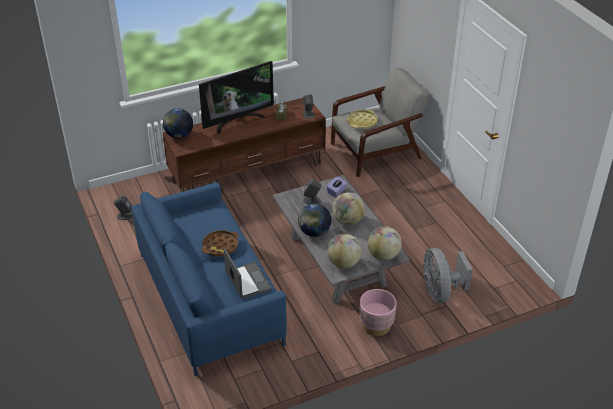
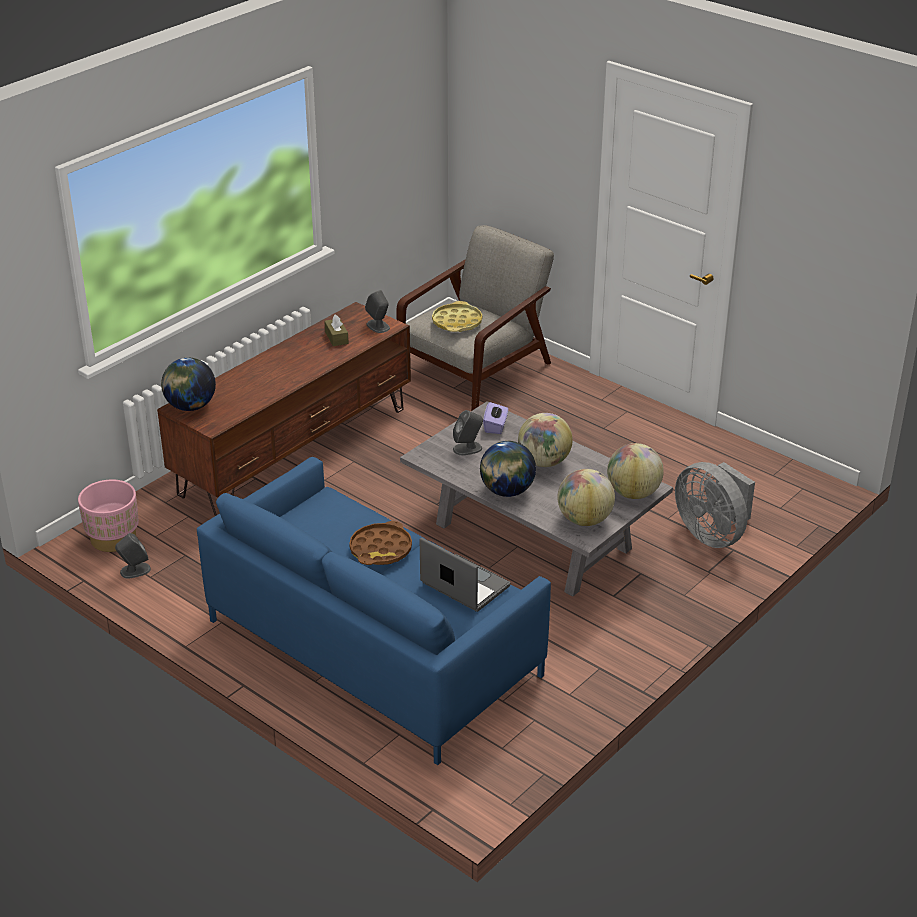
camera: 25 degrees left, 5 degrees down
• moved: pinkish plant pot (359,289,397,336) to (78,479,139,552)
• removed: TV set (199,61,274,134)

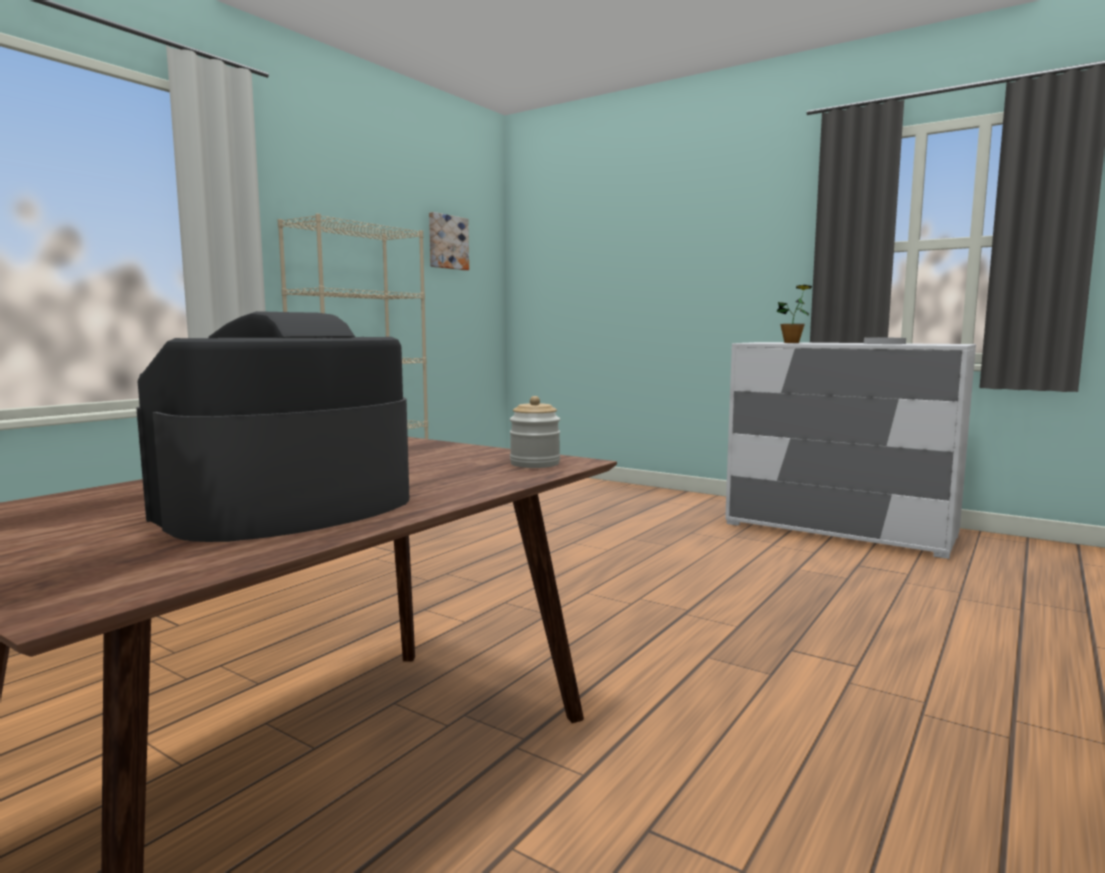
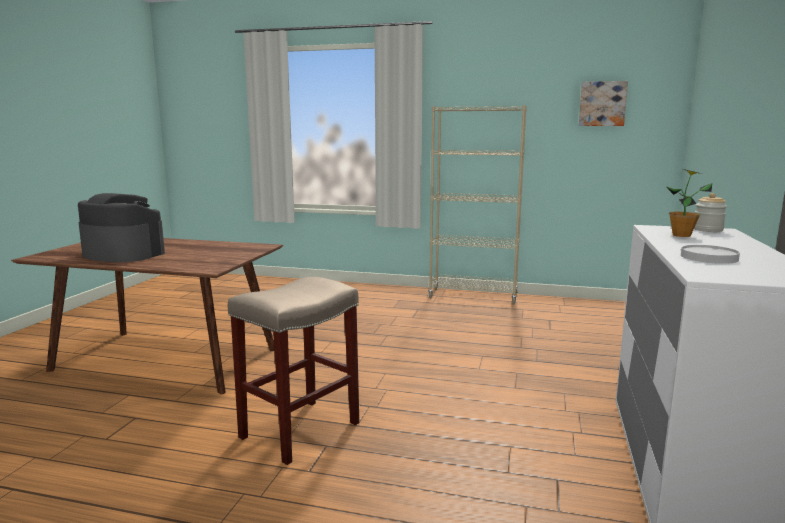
camera: 70 degrees right, 5 degrees up
• added: beige sitting stool (228,277,359,465)
• moved: preserve jar (510,396,560,468) to (694,193,727,232)

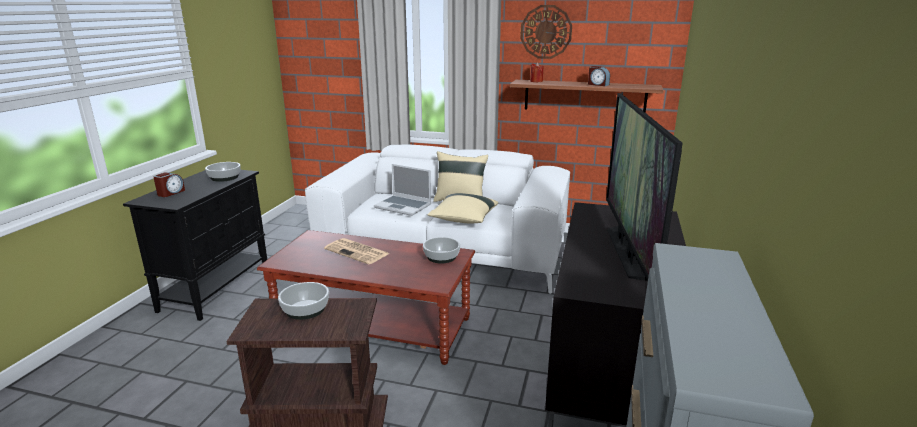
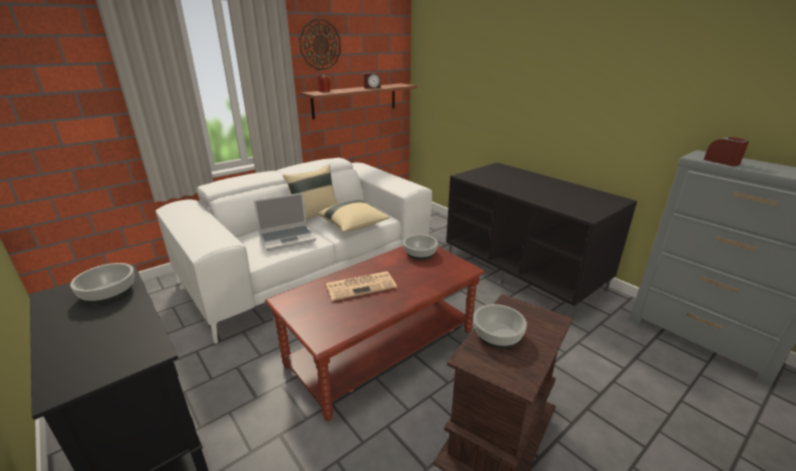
camera: 55 degrees left, 5 degrees up
• moved: table clock (153,172,185,197) to (704,137,749,166)
• removed: TV set (606,93,683,281)

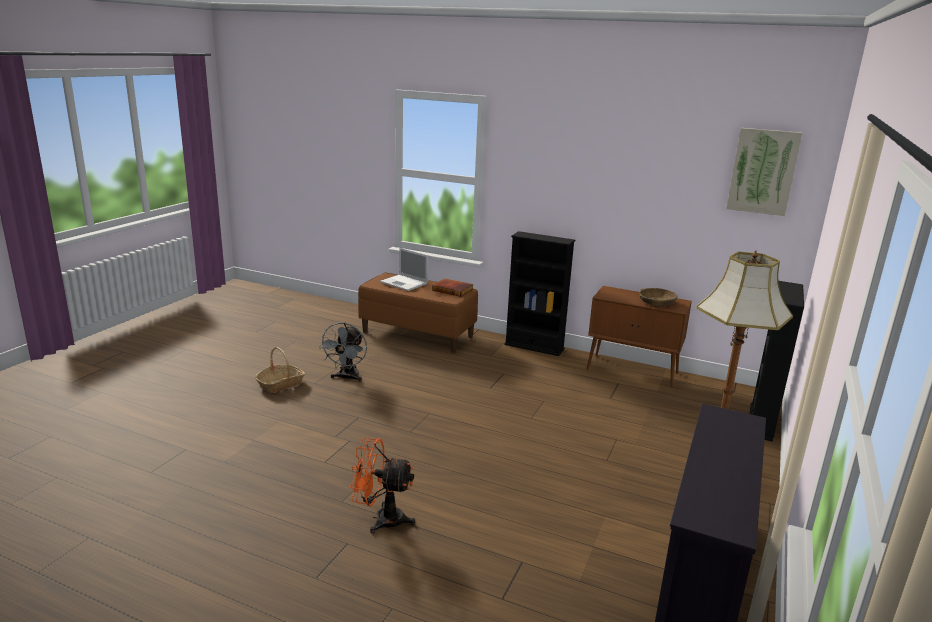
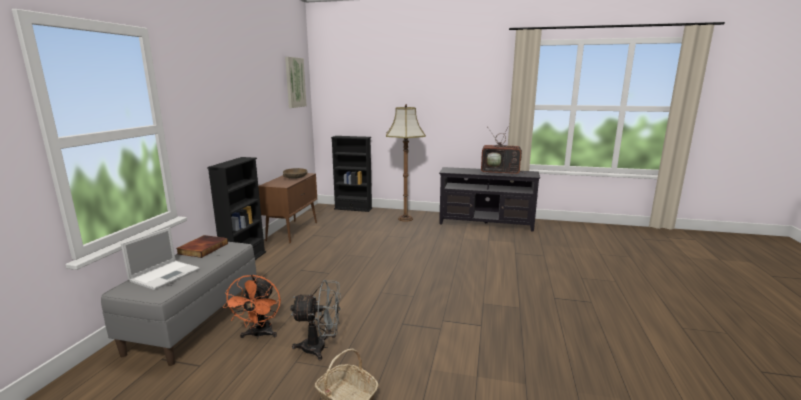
camera: 100 degrees left, 5 degrees down
• recoloured: brown-coloured bench (358,273,478,353) to grey bench (101,242,257,366)
• moved: orangey fan (350,438,415,534) to (223,274,281,339)
• added: TV set (481,123,527,175)

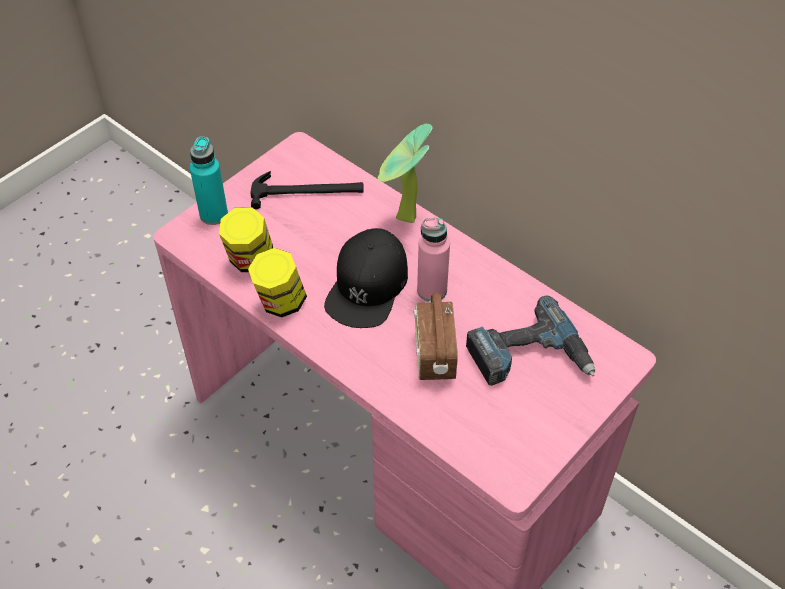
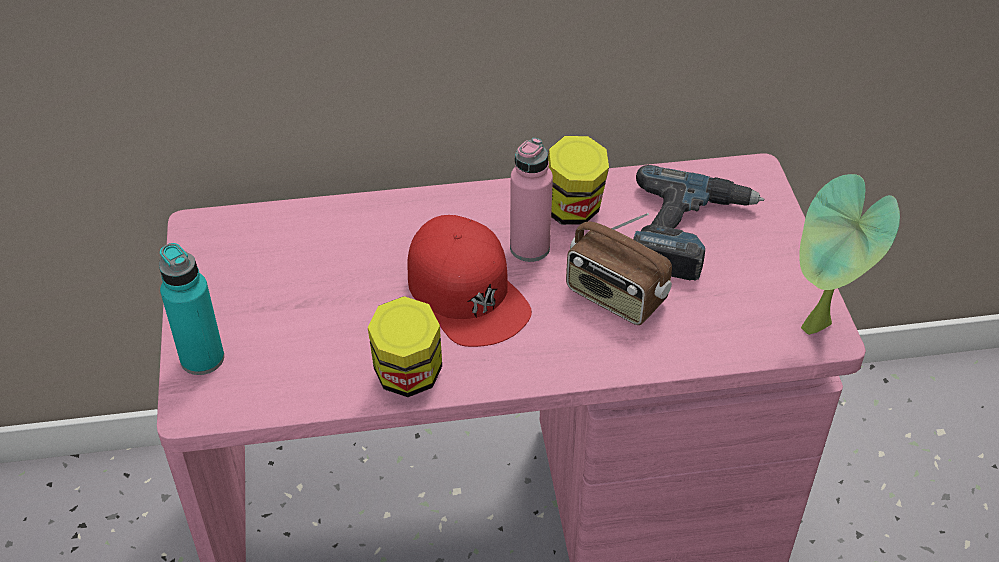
camera: 50 degrees left, 5 degrees down
• recoloured: blackish peaked cap (324,228,408,328) to reddish peaked cap (408,215,532,347)
• moved: preserve jar (219,207,273,272) to (548,136,609,225)
• moved: houseplant (378,124,433,223) to (799,174,900,335)
• removed: hammer (251,171,364,209)

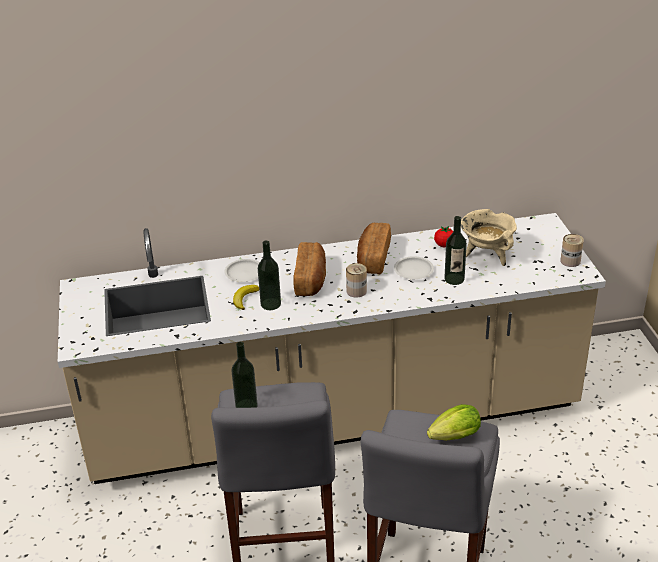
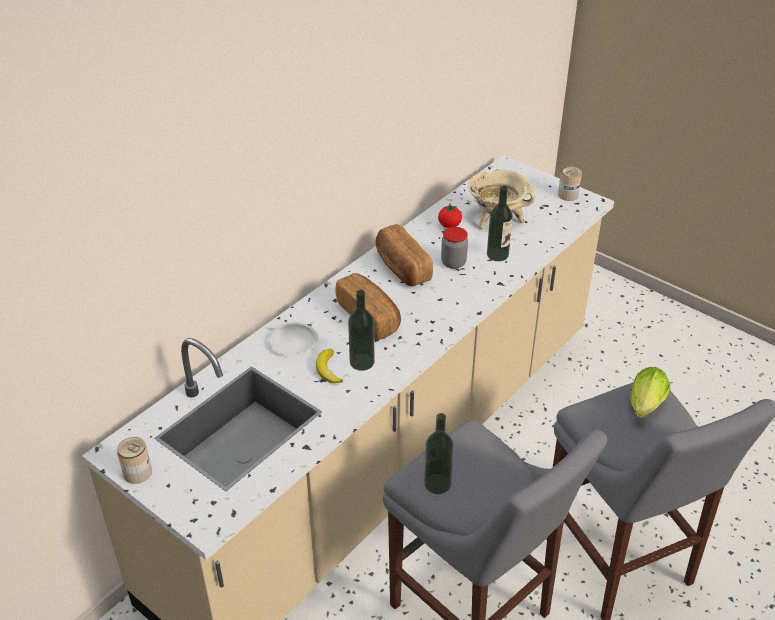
camera: 40 degrees left, 5 degrees up
• moved: can (346,263,367,298) to (117,437,152,484)
• replaced: whitish plate (394,256,434,279) to preserve jar (441,227,468,269)

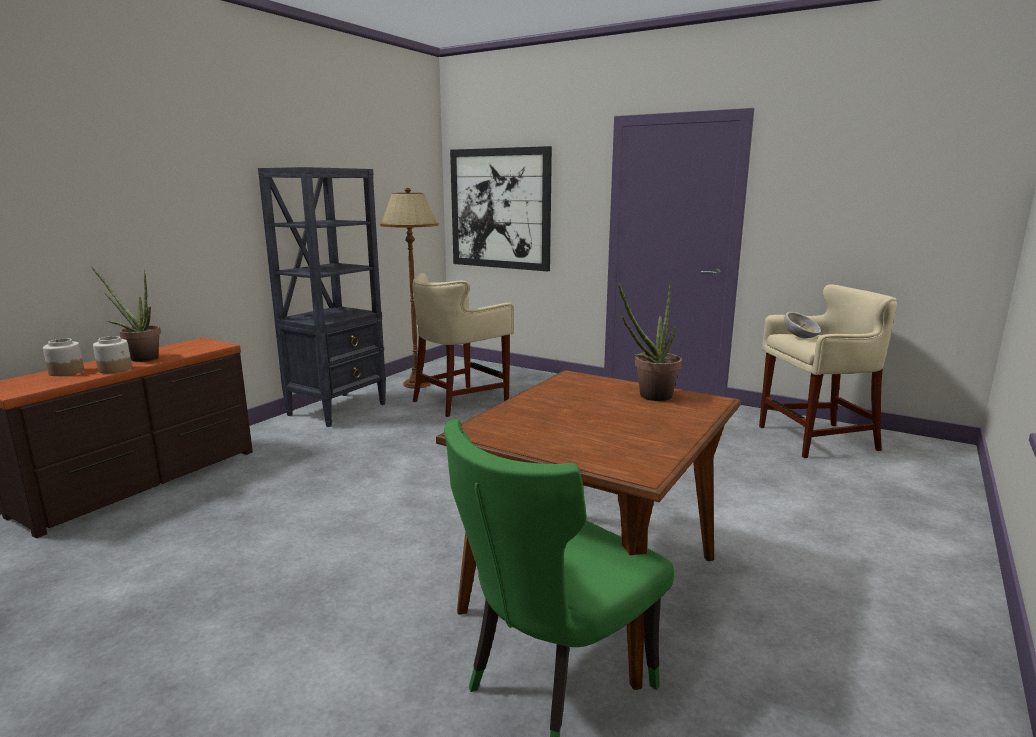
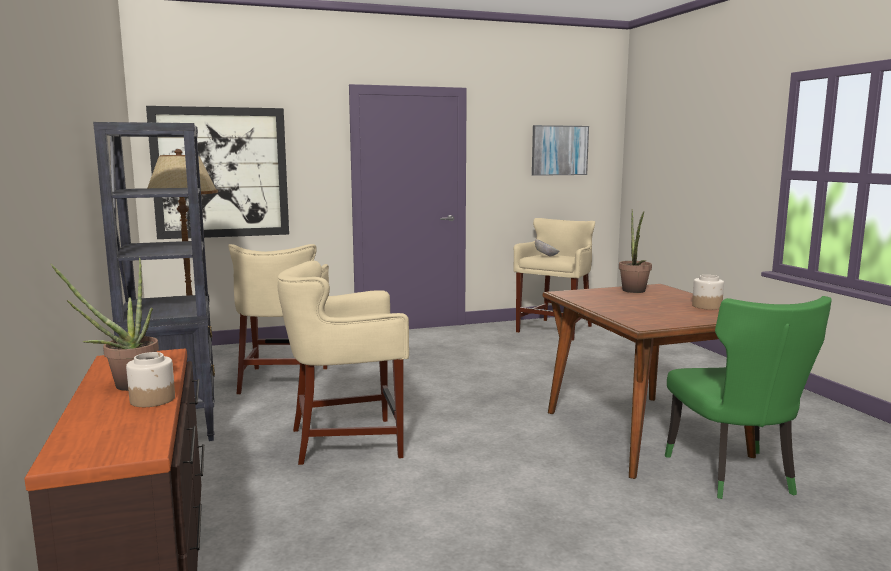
camera: 50 degrees left, 5 degrees down
• added: beige sitting stool (278,260,409,465)
• added: wall picture (532,125,589,176)
• moved: preserve jar (43,338,84,376) to (692,275,724,310)

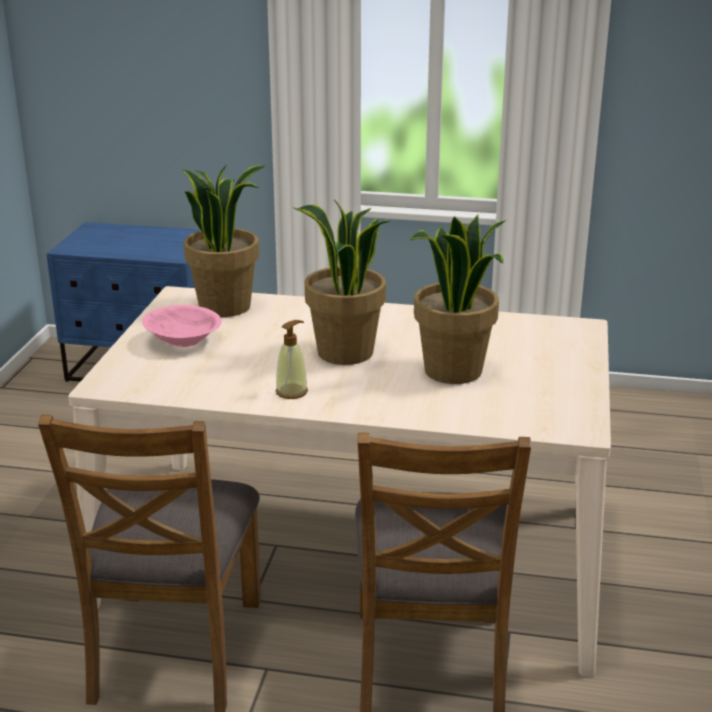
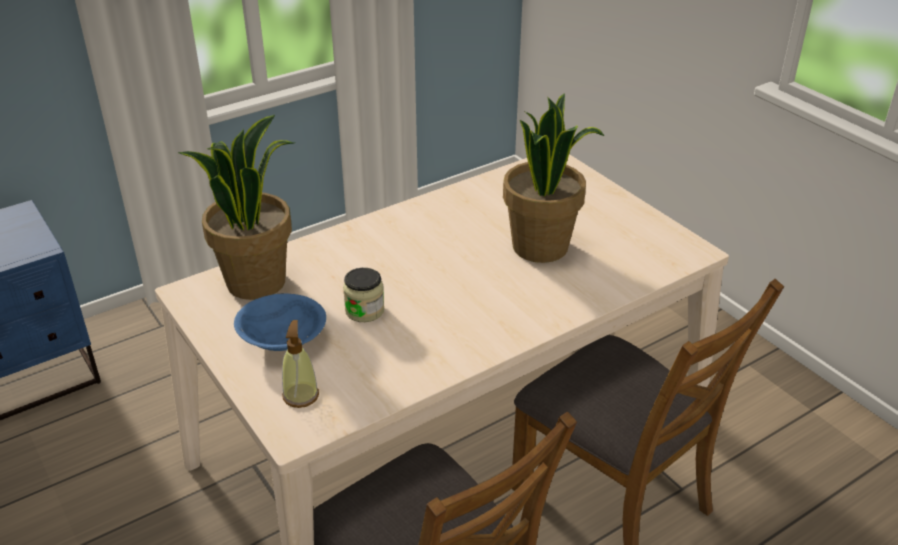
camera: 45 degrees left, 10 degrees up
• recoloured: pinkish serving bowl (142,305,222,347) to blue serving bowl (234,294,326,351)
• moved: soap dispenser (276,320,308,399) to (282,320,319,408)
• added: preserve jar (343,268,384,322)
• removed: houseplant (293,200,390,365)

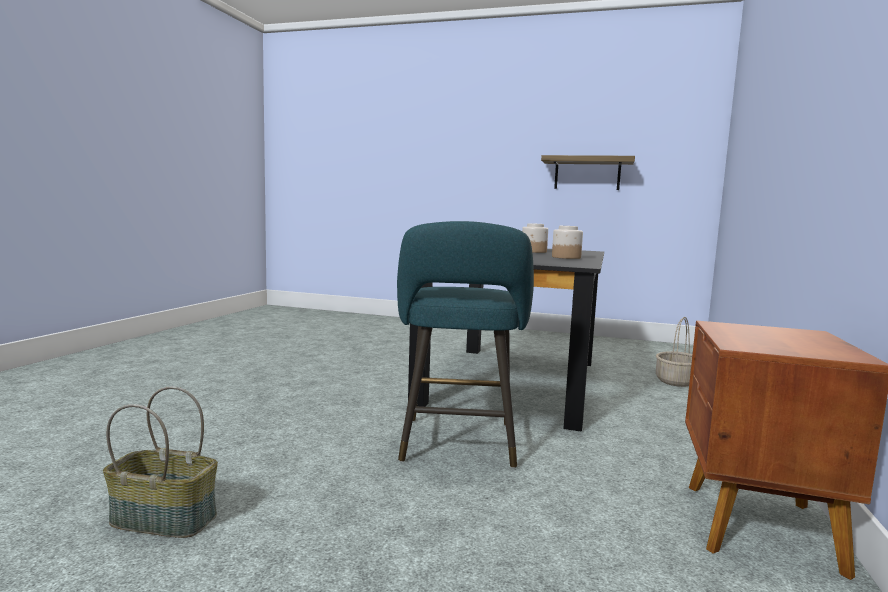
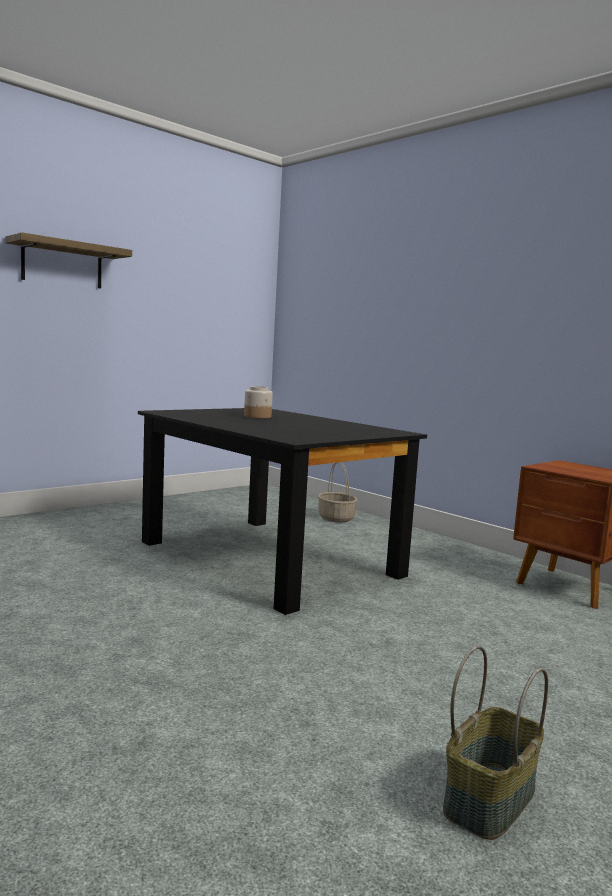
camera: 60 degrees left, 0 degrees up
• moved: shelf (541,155,635,190) to (5,232,132,288)
• removed: turquoise sitting stool (397,221,534,468)
• removed: preserve jar (552,226,583,259)

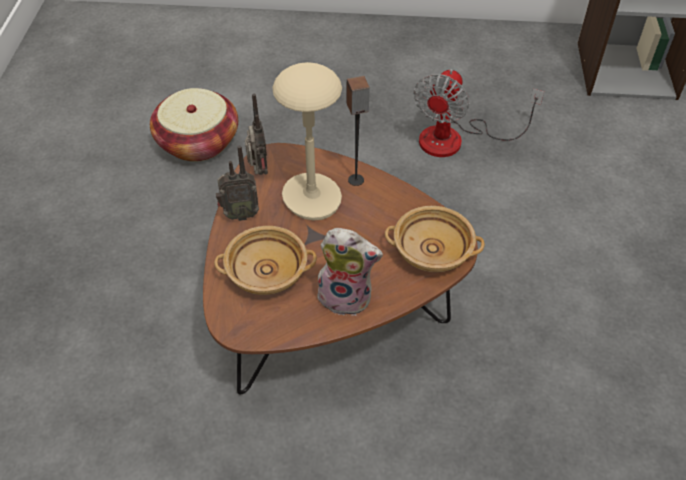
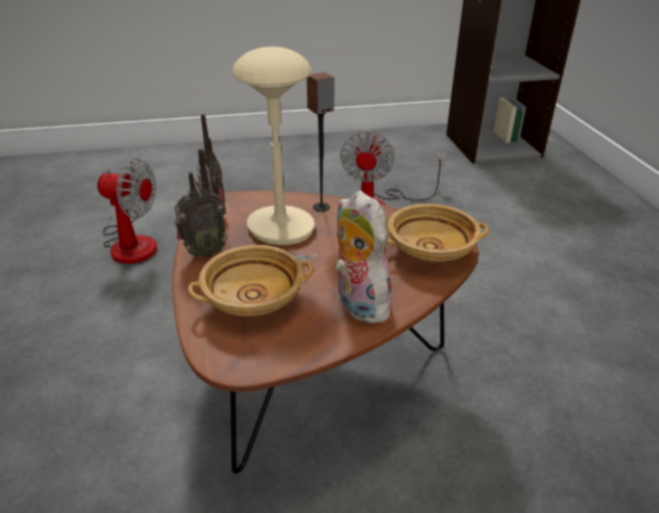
camera: 15 degrees left, 15 degrees down
• replaced: storage basket (150,88,238,162) to fan (97,159,157,264)
• turned: cuddly toy (315,228,383,316) = (335,190,397,324) 120 degrees counterclockwise

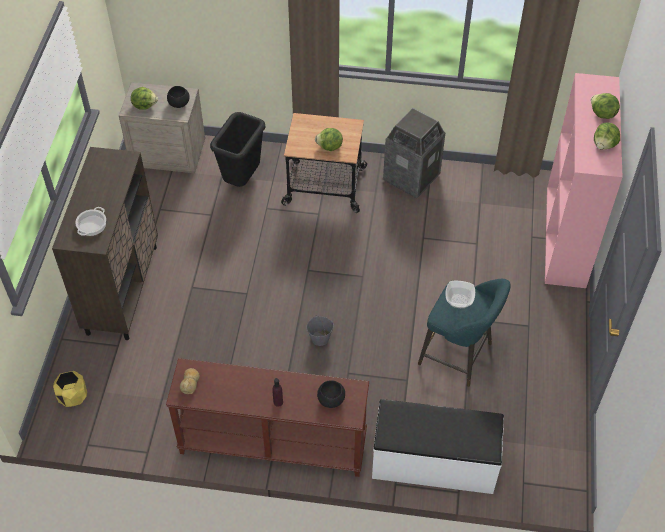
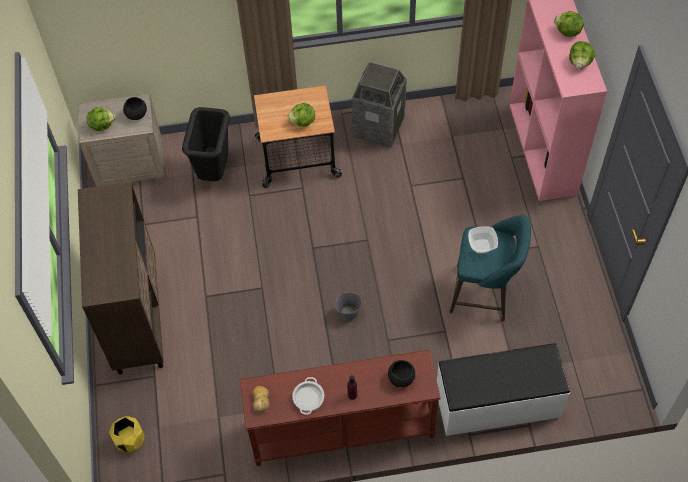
camera: 15 degrees left, 5 degrees up
• moved: stockpot (75,207,106,236) to (292,377,324,415)

